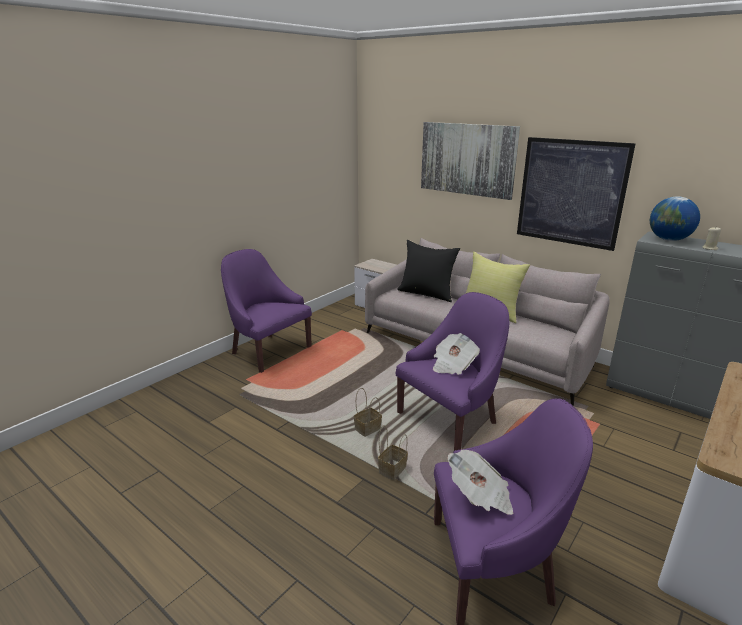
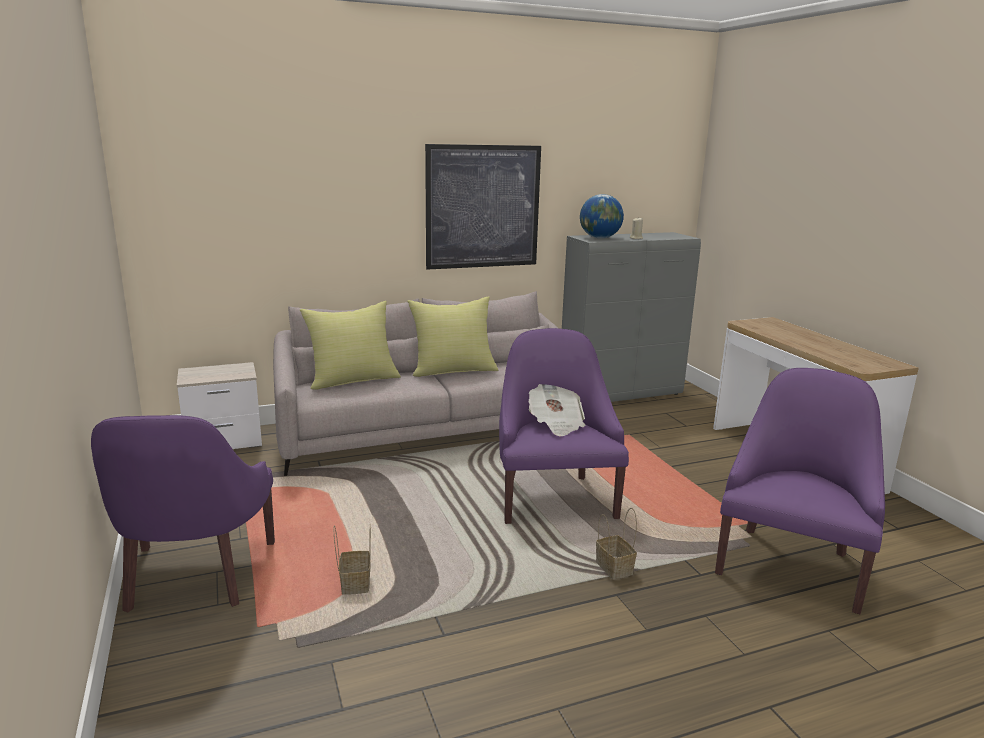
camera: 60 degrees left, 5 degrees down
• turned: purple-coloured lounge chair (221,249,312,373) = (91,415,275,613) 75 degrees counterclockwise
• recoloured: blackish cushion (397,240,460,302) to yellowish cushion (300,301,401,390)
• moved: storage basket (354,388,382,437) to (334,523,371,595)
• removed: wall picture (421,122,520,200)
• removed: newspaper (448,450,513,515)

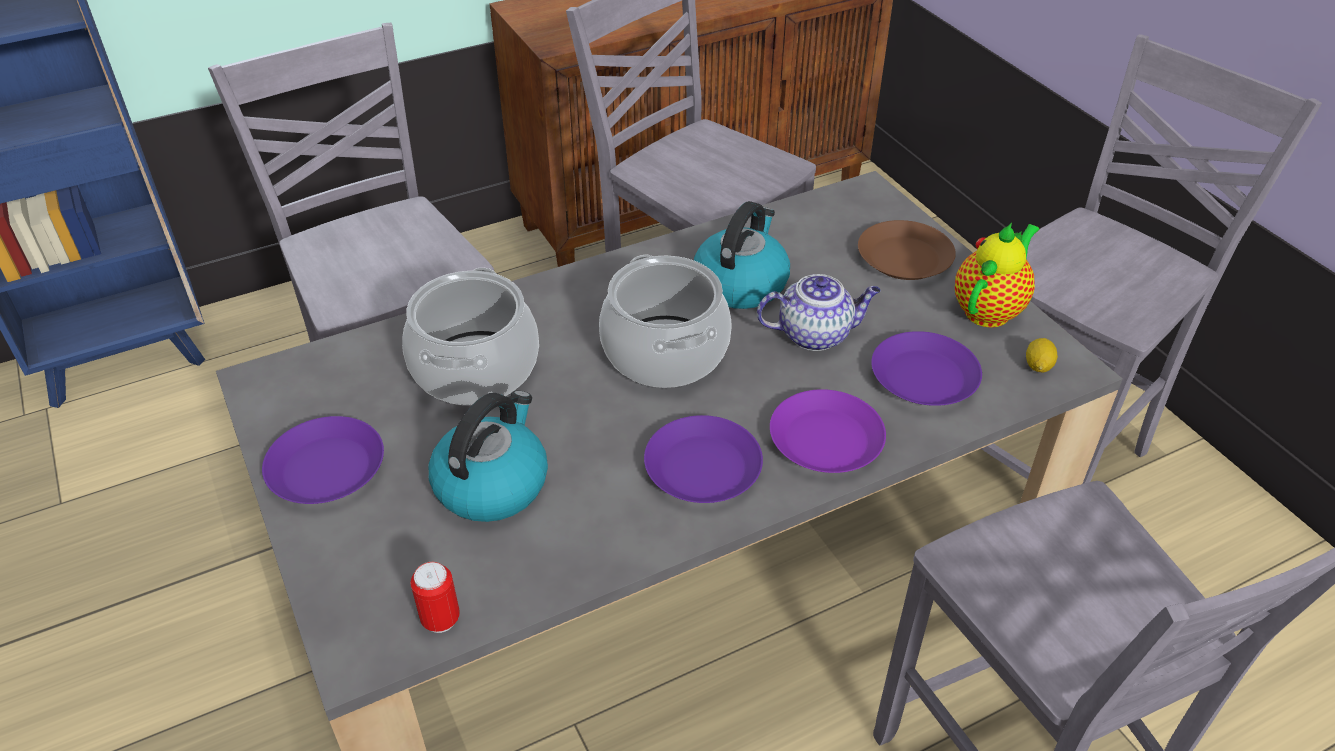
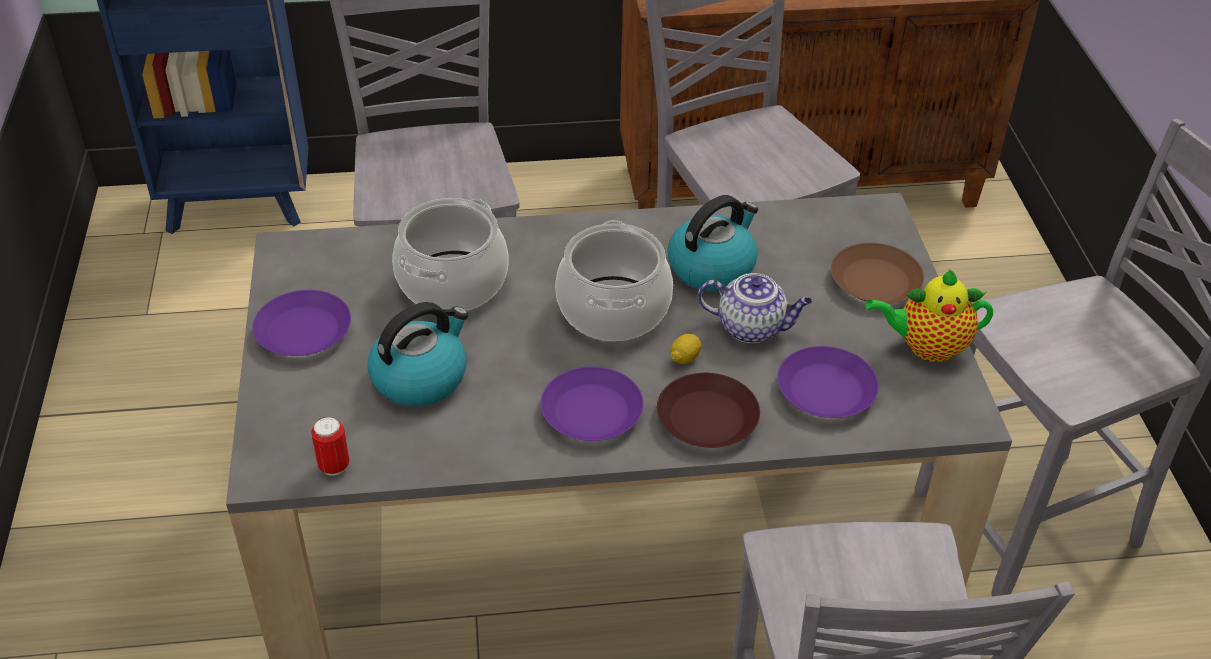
camera: 20 degrees right, 0 degrees up
• recoloured: purple-coloured plate (770,389,886,473) to brown-coloured plate (657,373,760,448)
• moved: citrus fruit (1026,338,1058,373) to (670,334,701,364)
• turned: pot for tea (955,223,1039,328) = (865,269,993,362) 150 degrees counterclockwise

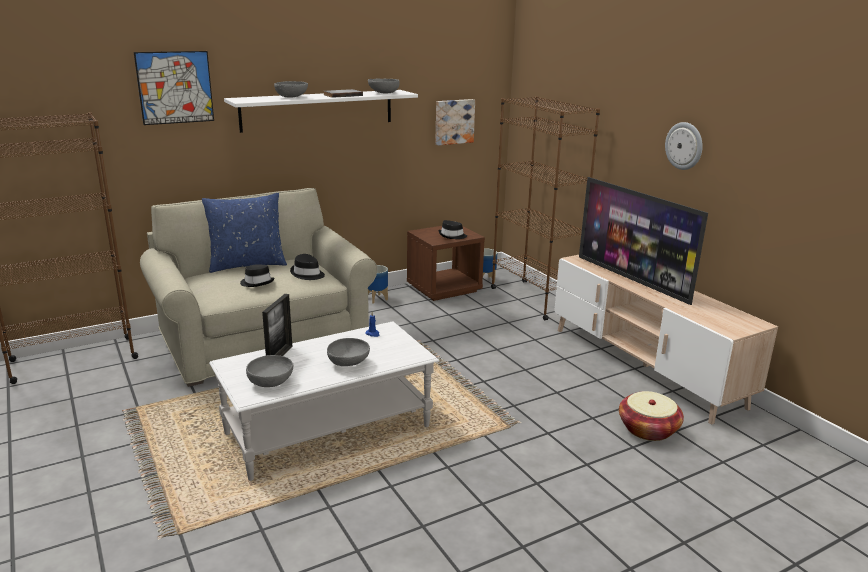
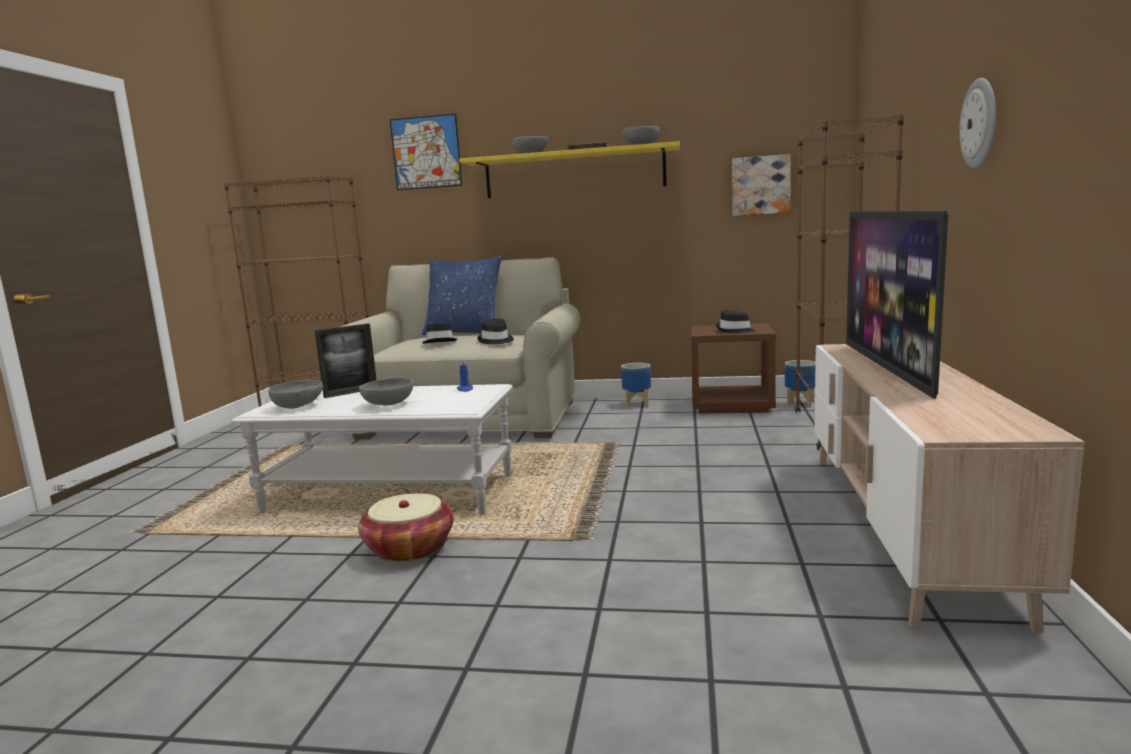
camera: 40 degrees right, 10 degrees down
• moved: storage basket (619,391,684,441) to (358,493,454,562)
• recoloured: whitish shelf (224,90,418,133) to yellowish shelf (459,141,680,198)

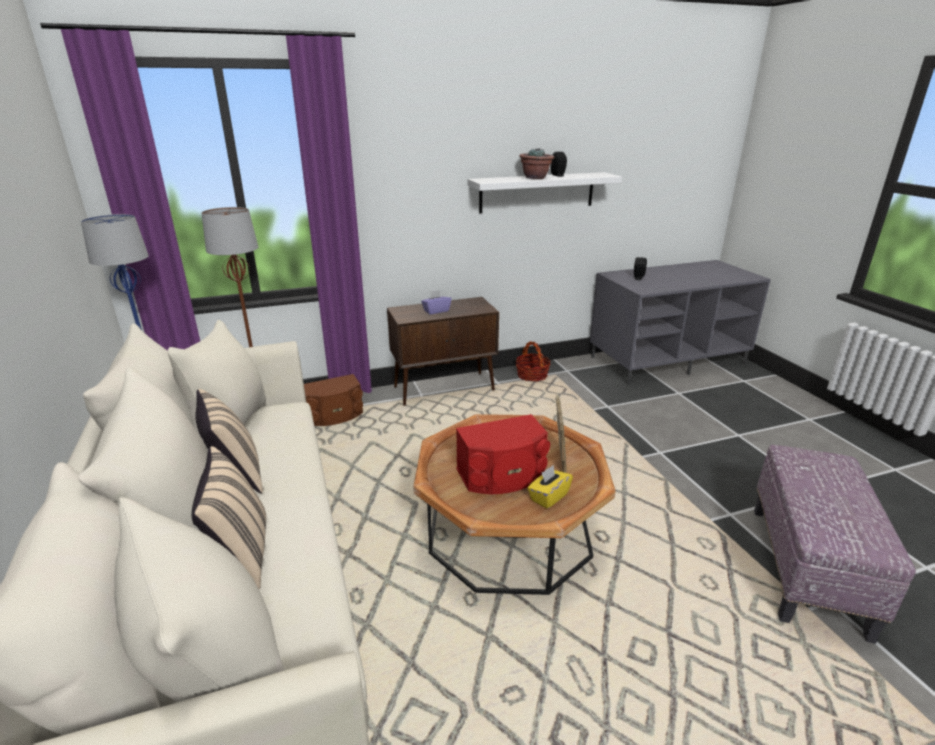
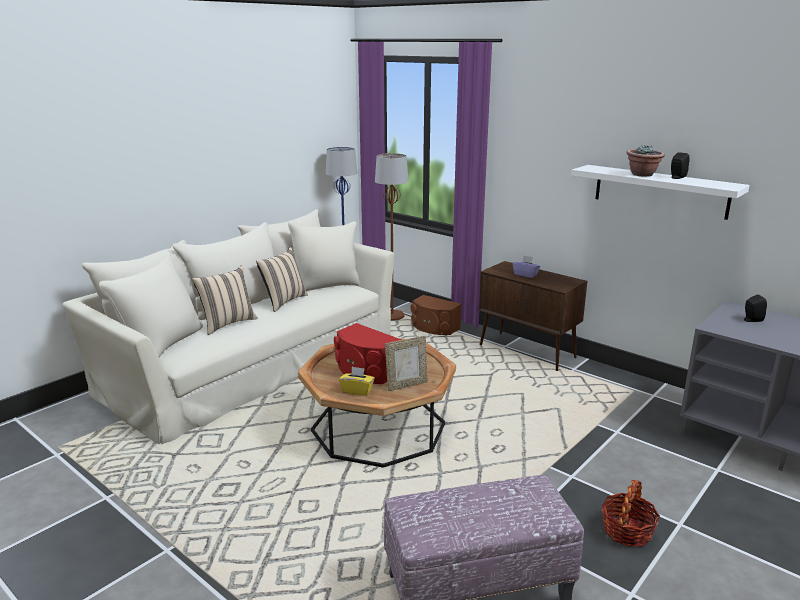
camera: 60 degrees right, 5 degrees down
• moved: storage basket (516,341,551,382) to (601,480,660,547)

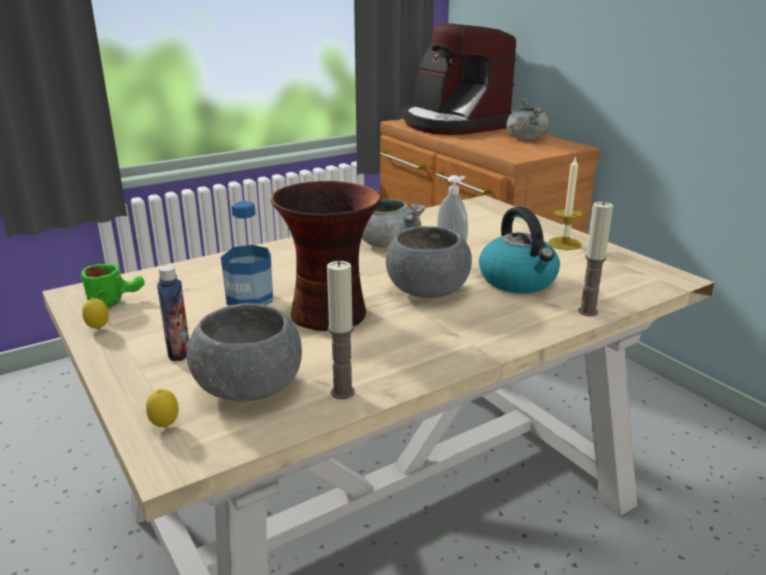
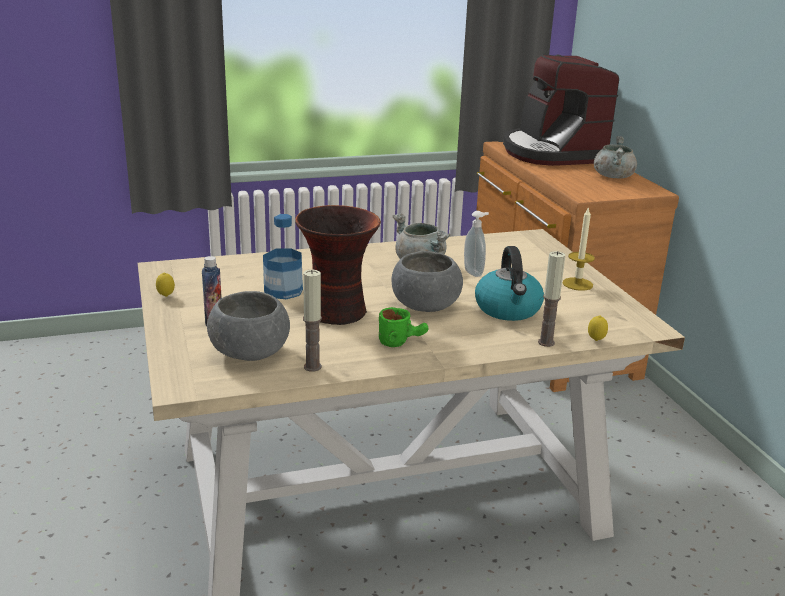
camera: 15 degrees right, 0 degrees up
• moved: green mug (81,264,145,308) to (379,307,428,347)
• moved: citrus fruit (146,389,179,427) to (588,316,608,341)

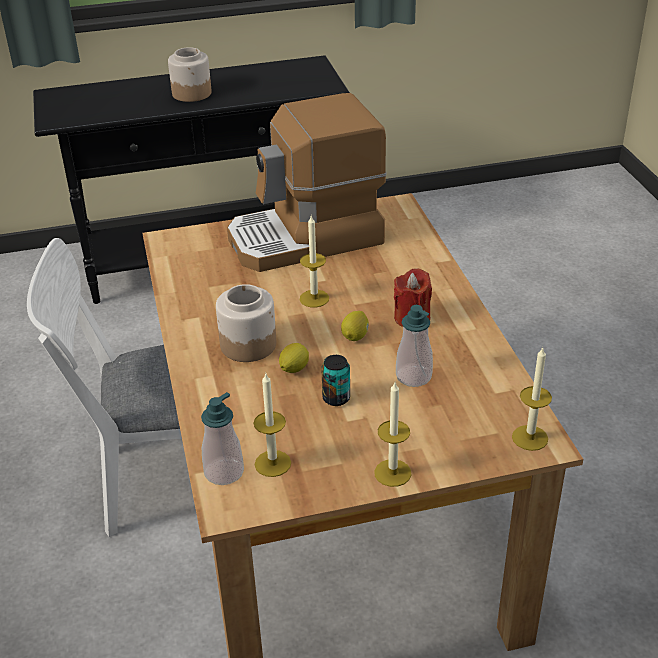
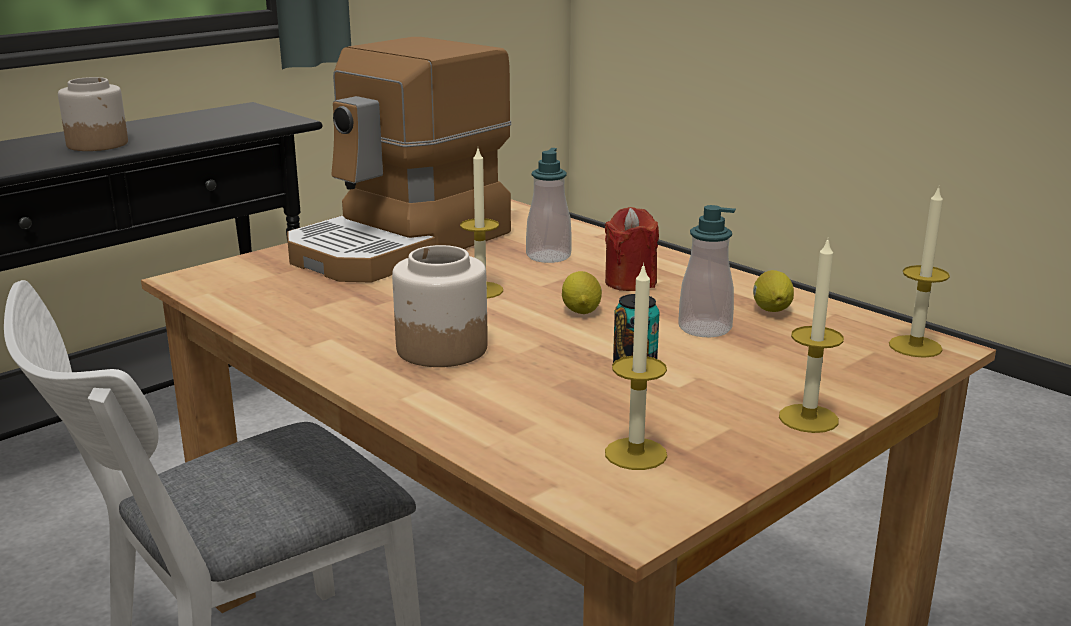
camera: 30 degrees left, 15 degrees down
• moved: soap dispenser (201,392,244,485) to (526,148,572,263)
• moved: citrus fruit (279,343,309,373) to (753,270,794,312)

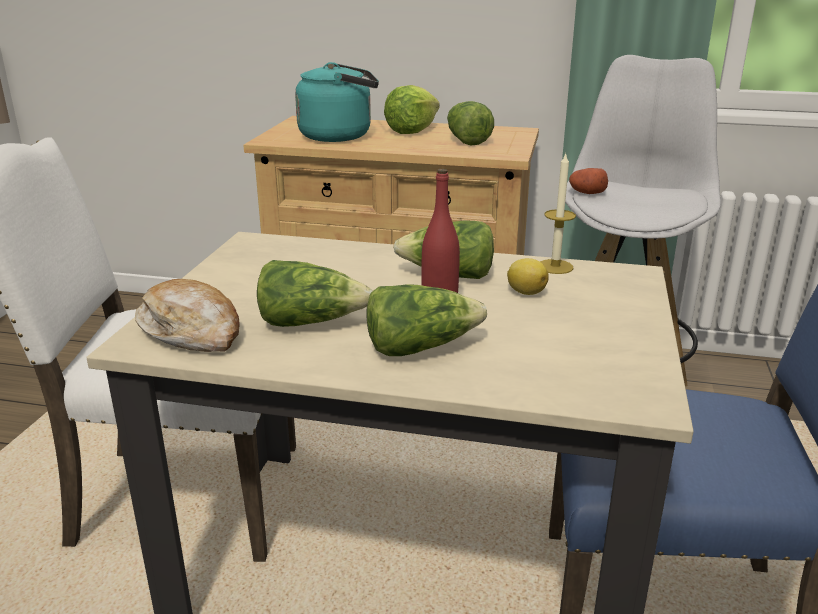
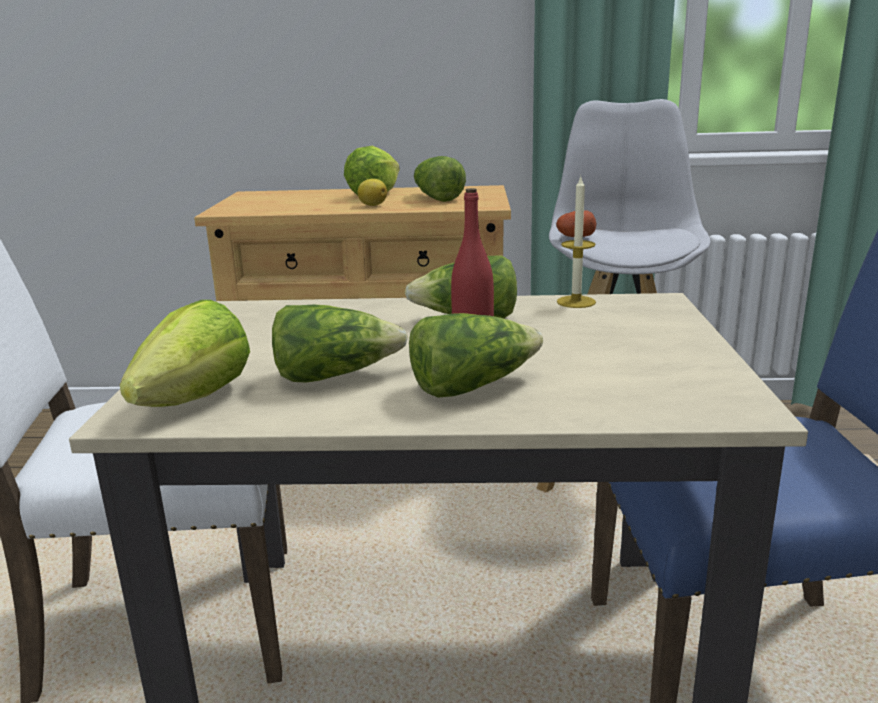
camera: 10 degrees left, 5 degrees down
• replaced: baked bread (135,279,240,352) to head of lettuce (120,300,250,407)
• moved: citrus fruit (507,258,549,295) to (358,179,387,206)
• removed: turquoise tea kettle (295,62,379,142)

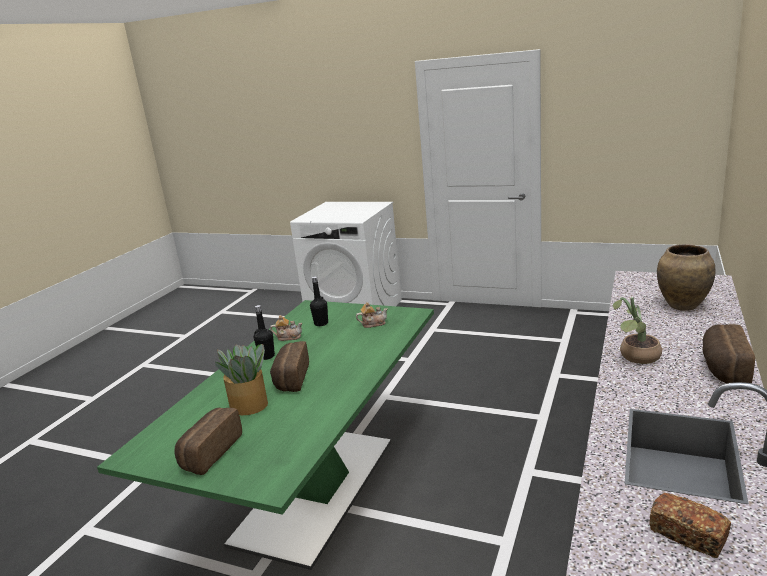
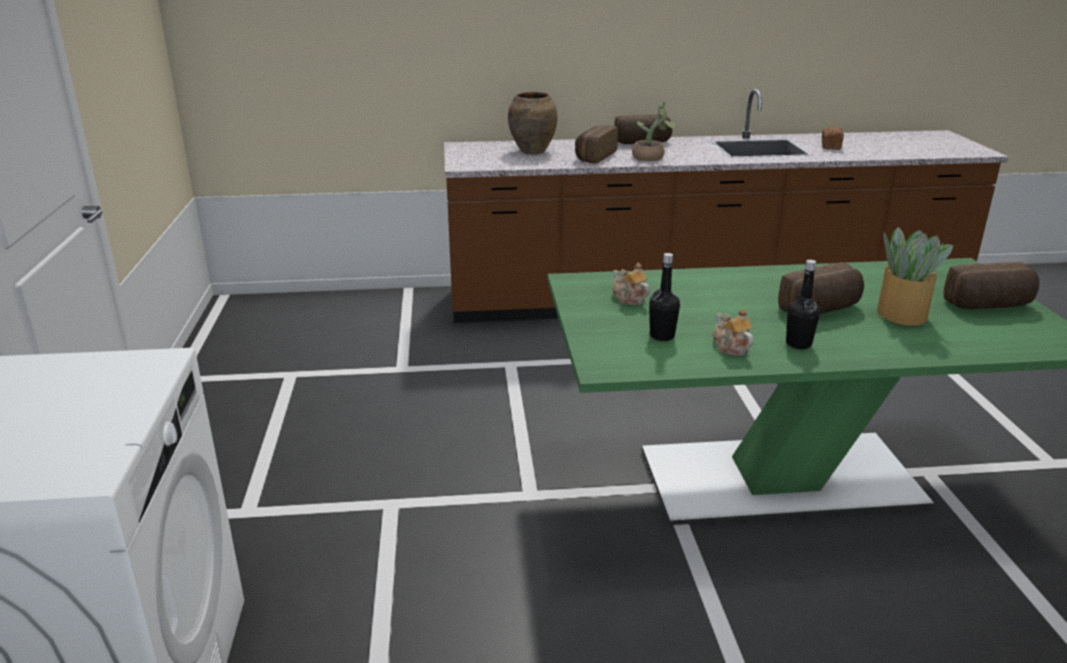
camera: 120 degrees left, 5 degrees up
• added: baked bread (575,125,618,163)

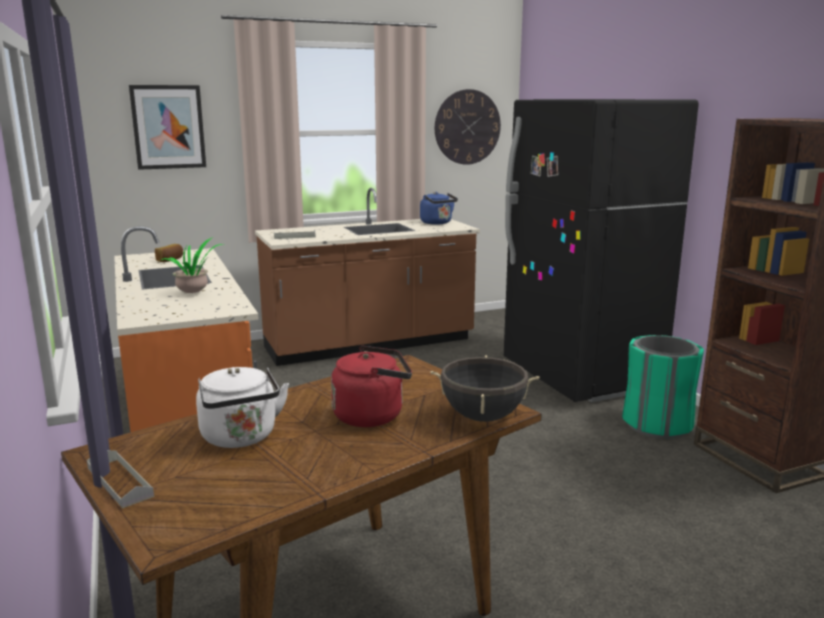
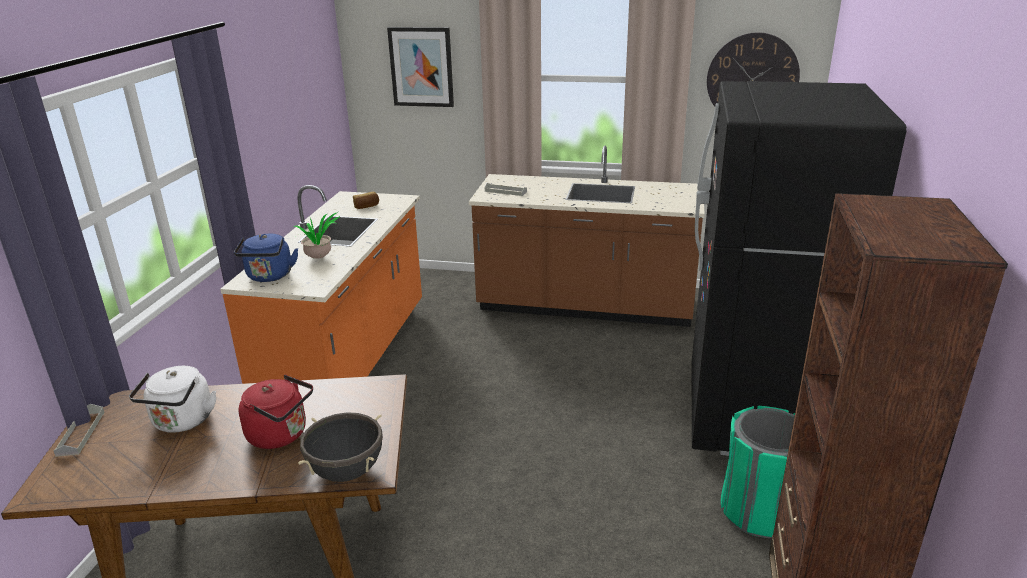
camera: 35 degrees right, 10 degrees up
• moved: blue tea kettle (420,192,458,225) to (234,234,298,282)

